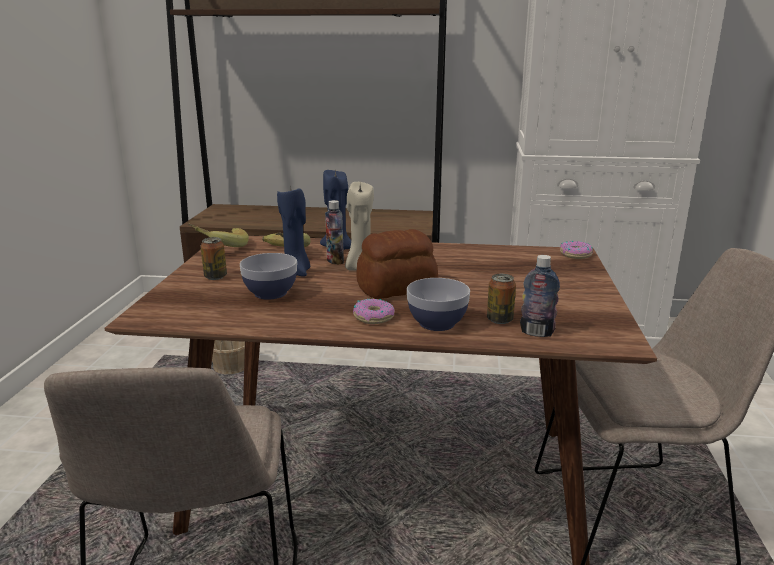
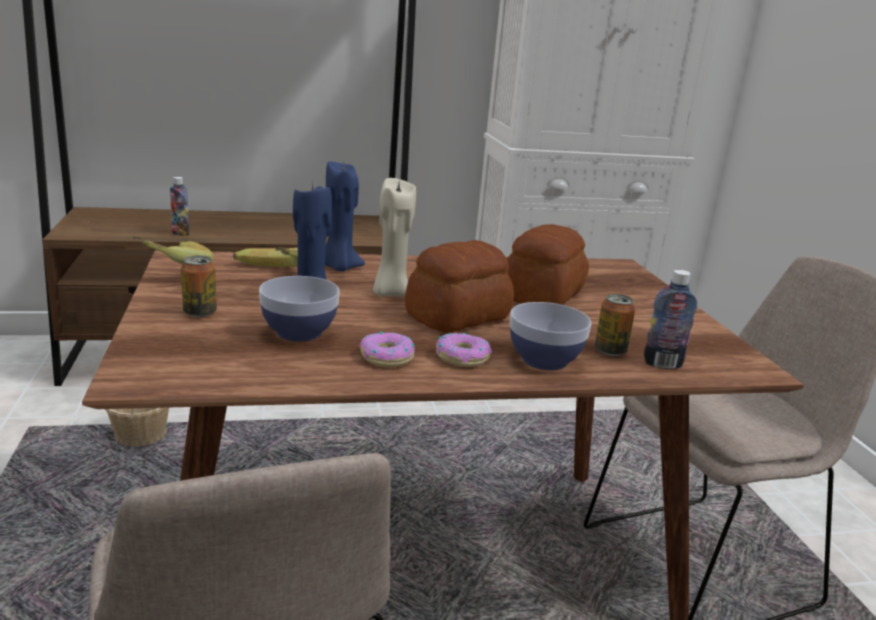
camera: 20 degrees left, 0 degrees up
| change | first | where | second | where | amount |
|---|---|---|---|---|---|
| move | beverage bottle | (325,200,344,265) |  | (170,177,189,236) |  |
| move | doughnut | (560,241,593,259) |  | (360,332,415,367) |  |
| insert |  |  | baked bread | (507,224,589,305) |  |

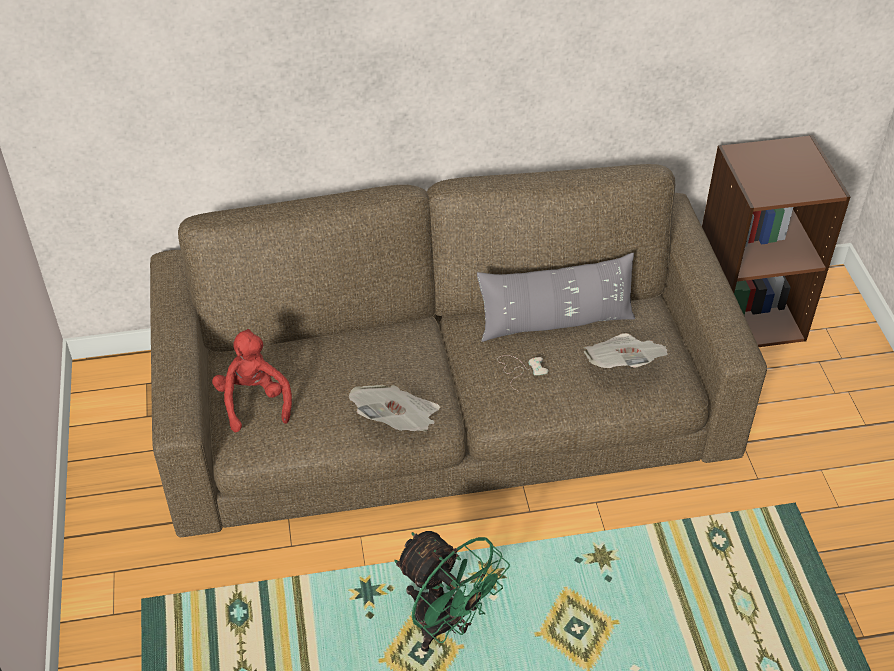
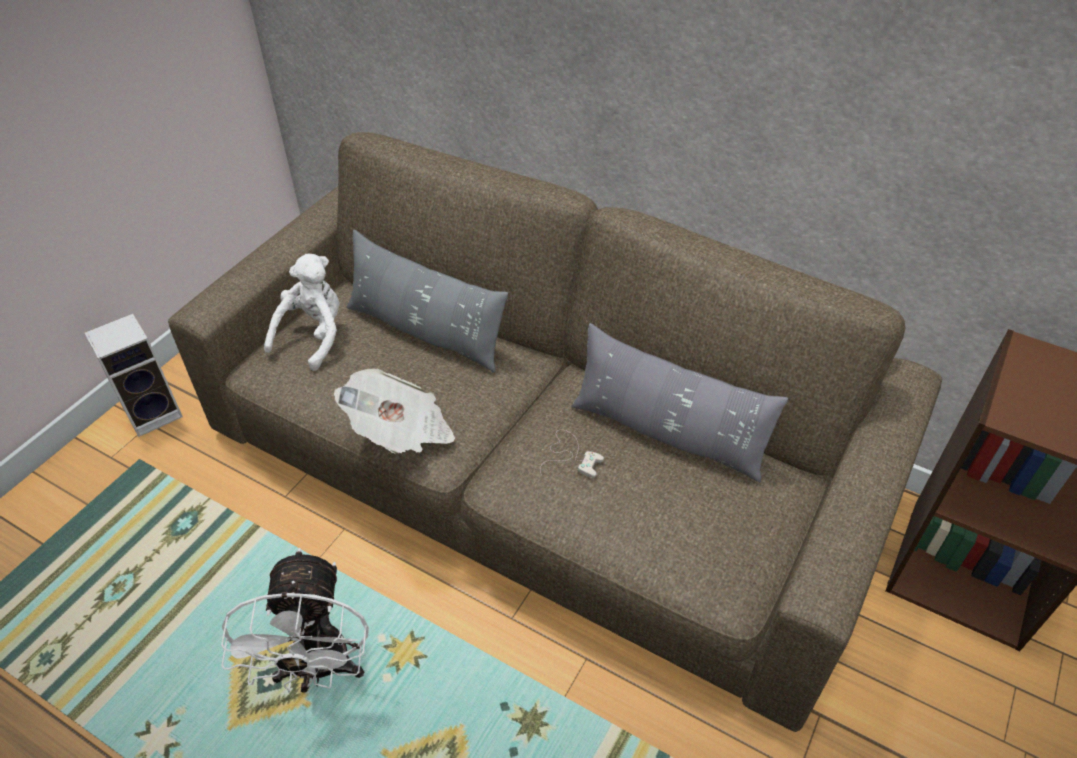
camera: 40 degrees right, 0 degrees up
| change | first | where | second | where | amount |
|---|---|---|---|---|---|
| recolor | red cuddly toy | (212,329,292,432) | white cuddly toy | (264,254,340,371) |  |
| recolor | green-coloured fan | (395,531,510,652) | white fan | (221,548,369,692) |  |
| delete | printed paper | (584,333,668,368) |  |  |  |
| insert |  |  | audio speaker | (85,314,183,437) |  |
| insert |  |  | grey throw pillow | (347,229,508,373) |  |

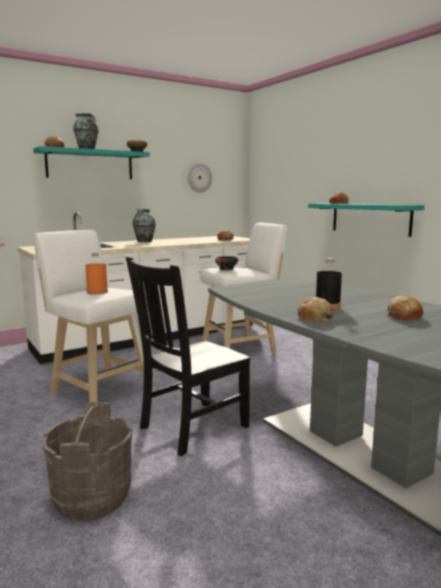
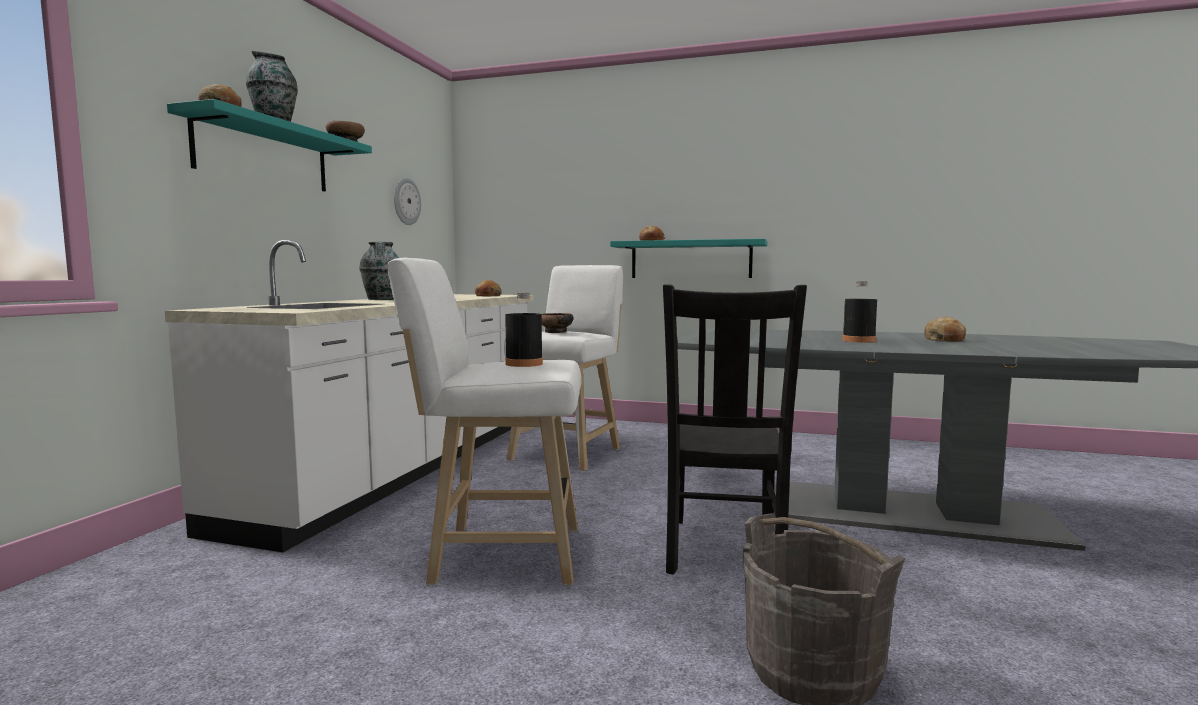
camera: 40 degrees left, 5 degrees down
| change | first | where | second | where | amount |
|---|---|---|---|---|---|
| recolor | orangey beverage bottle | (85,253,108,294) | black beverage bottle | (505,292,543,367) |  |
| delete | baked bread | (297,297,334,322) |  |  |  |

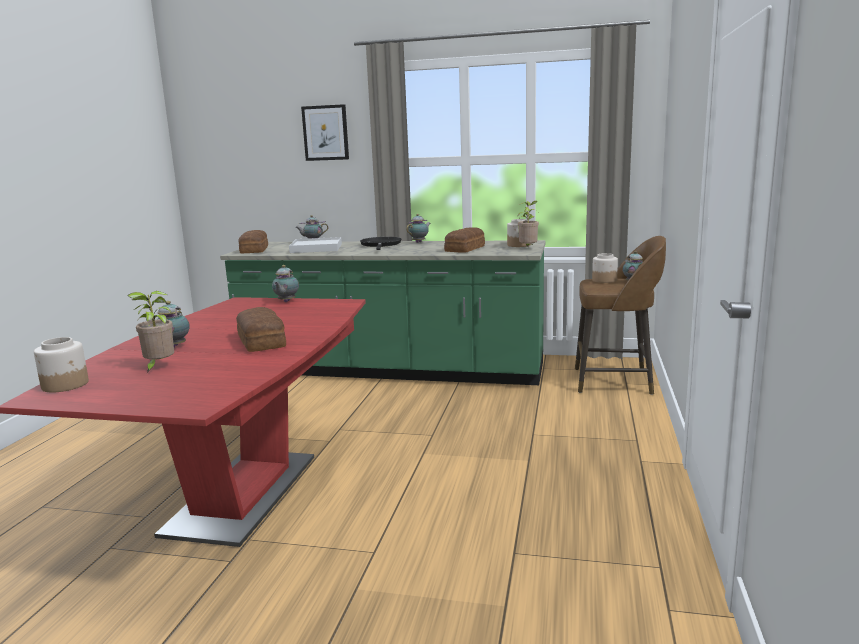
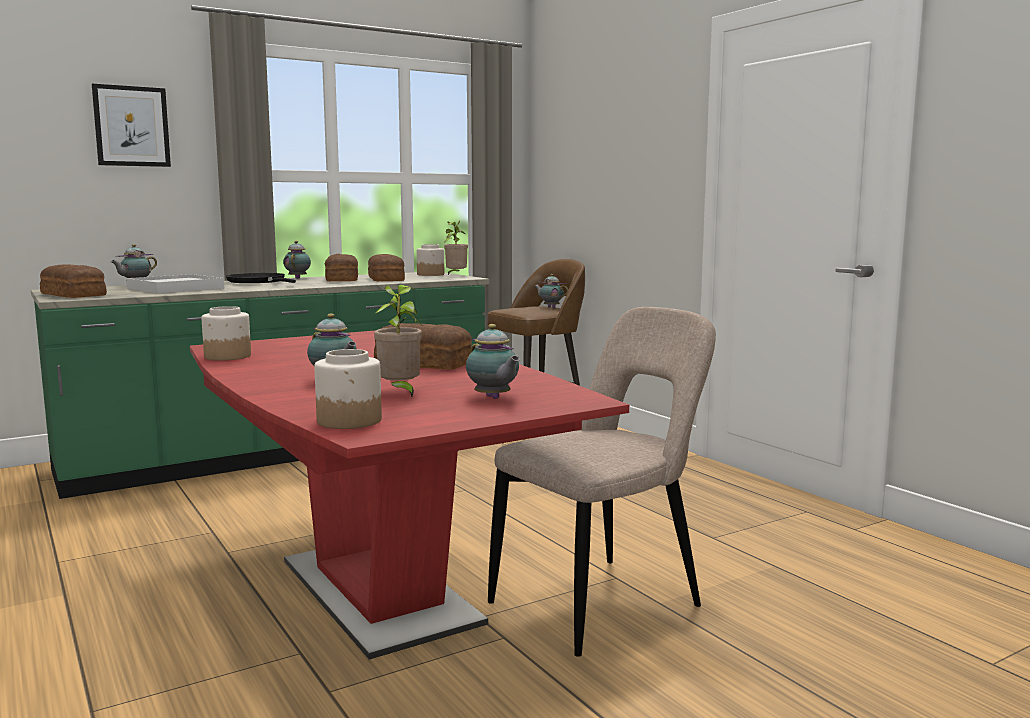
camera: 45 degrees left, 5 degrees down
| change | first | where | second | where | amount |
|---|---|---|---|---|---|
| move | pot for tea | (272,265,299,302) |  | (466,324,520,399) |  |
| move | storage jar | (592,253,618,283) |  | (202,306,251,361) |  |
| insert |  |  | baked bread | (325,254,358,281) |  |
| insert |  |  | sand-coloured upright chair | (488,307,716,657) |  |

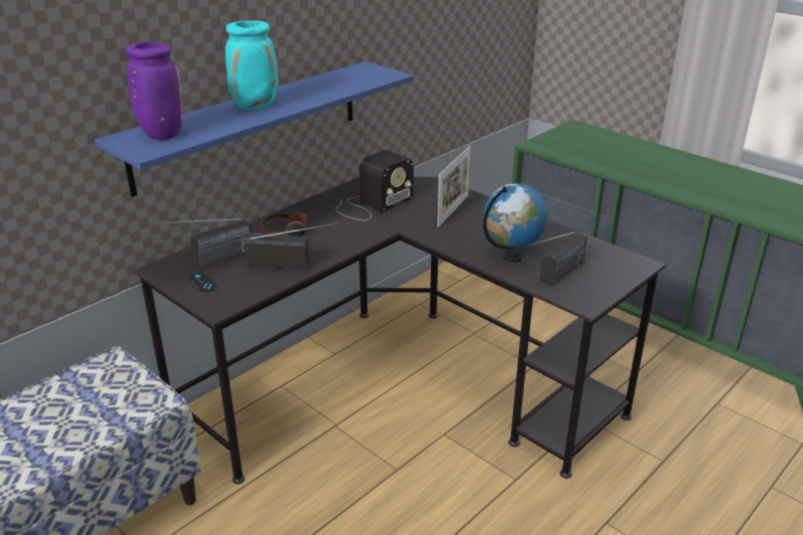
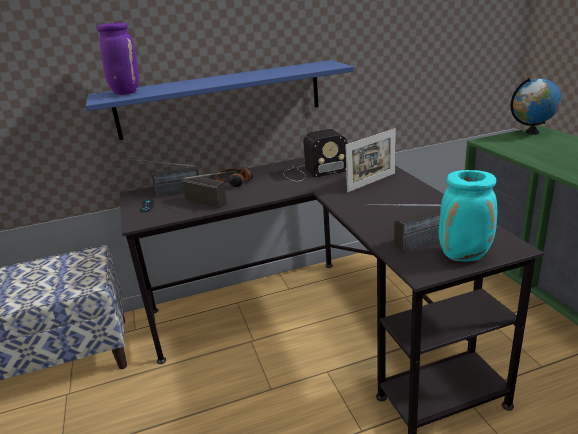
camera: 30 degrees right, 5 degrees down
| change | first | where | second | where | amount |
|---|---|---|---|---|---|
| move | blue-green vase | (225,21,278,110) |  | (439,170,497,261) |  |
| move | world globe | (483,183,548,262) |  | (510,78,561,135) |  |

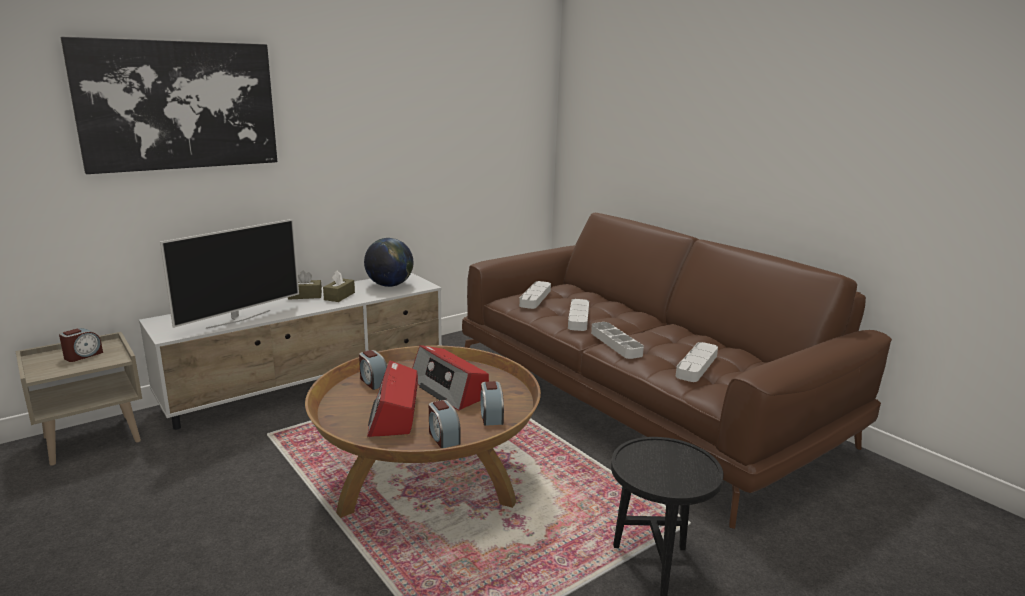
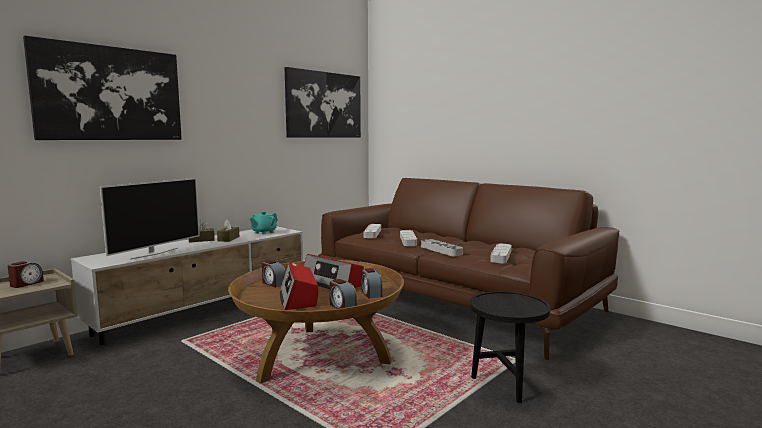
camera: 10 degrees left, 10 degrees down
| change | first | where | second | where | amount |
|---|---|---|---|---|---|
| replace | world globe | (364,238,413,287) | blue-green pot for tea | (250,211,278,234) |  |
| insert |  |  | picture | (285,67,361,138) |  |

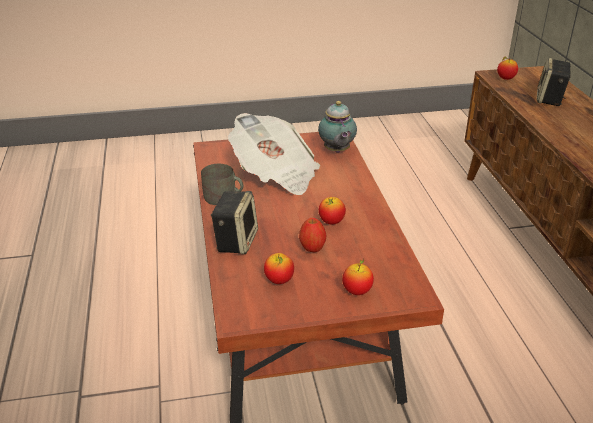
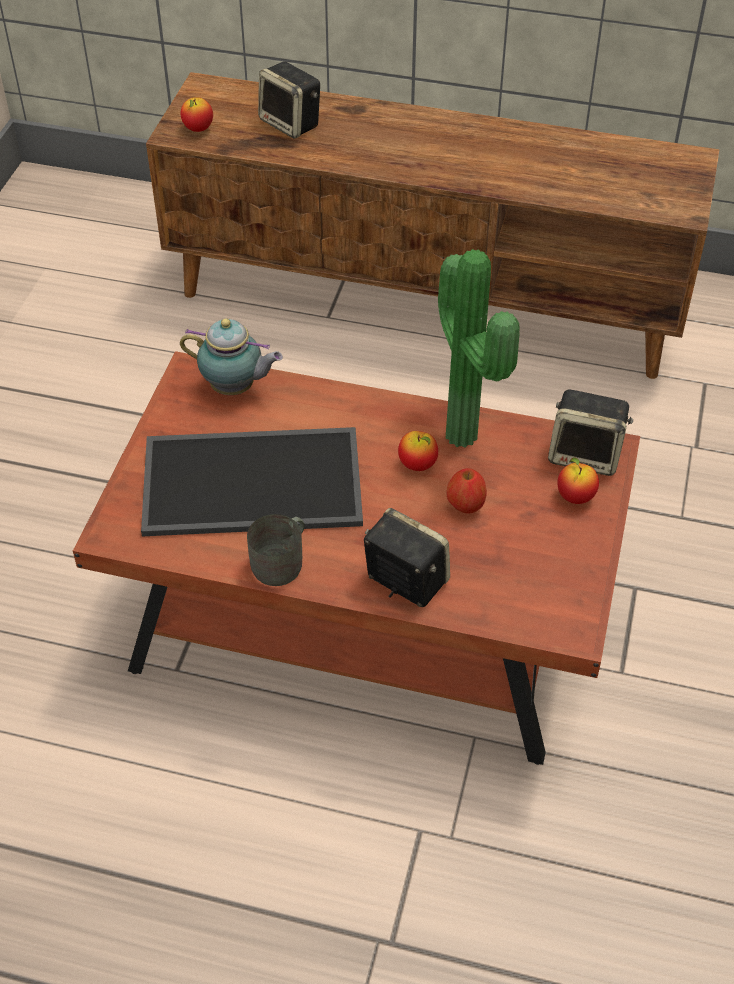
camera: 65 degrees left, 15 degrees up
| change | first | where | second | where | amount |
|---|---|---|---|---|---|
| replace | printed paper | (228,113,320,195) | carrying tray | (141,427,363,536) |  |
| delete | whole apple | (264,253,294,284) |  |  |  |
| insert |  |  | plant in a pot | (438,249,519,448) |  |
| insert |  |  | audio speaker | (548,390,633,476) |  |

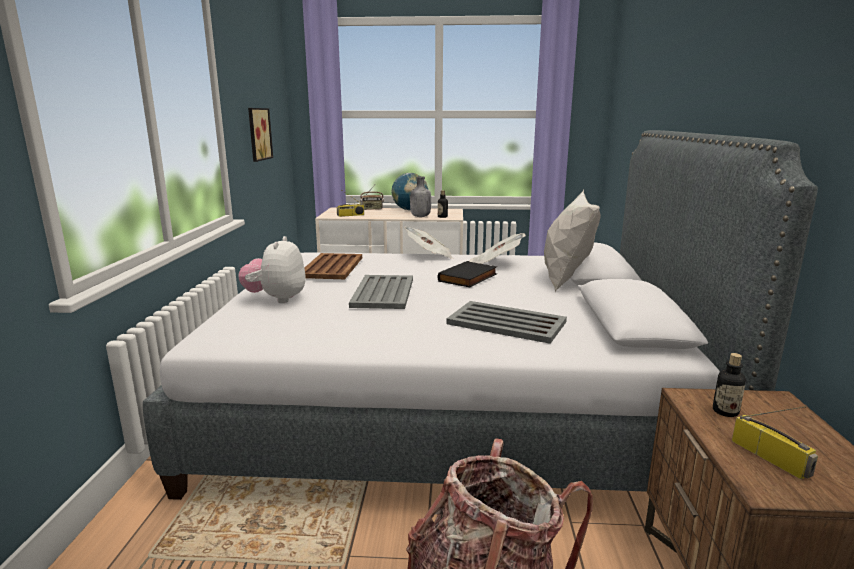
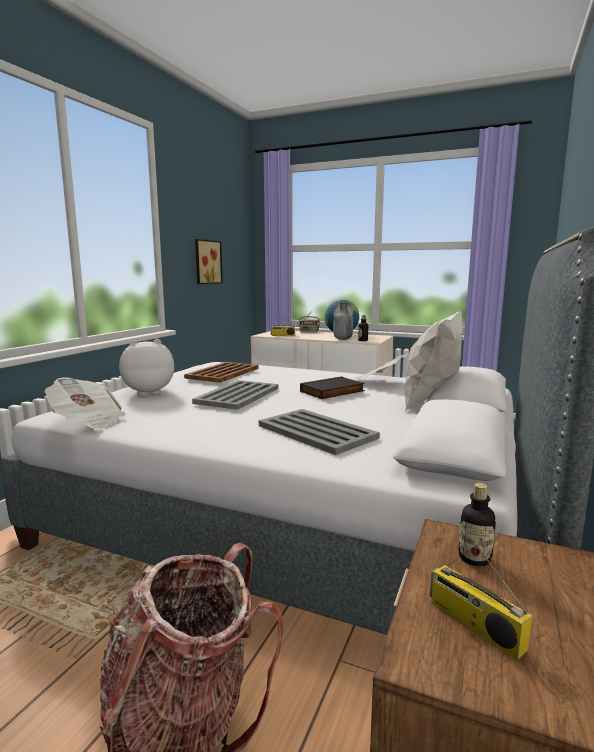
camera: 20 degrees right, 5 degrees down
| change | first | where | second | where | amount |
|---|---|---|---|---|---|
| rotate | cuddly toy | (238,236,306,303) |  | (119,339,174,396) | 45 degrees clockwise |
| move | printed paper | (404,227,453,259) |  | (44,377,125,430) |  |
| rotate | radio receiver | (732,406,818,479) |  | (430,522,532,660) | 150 degrees clockwise |

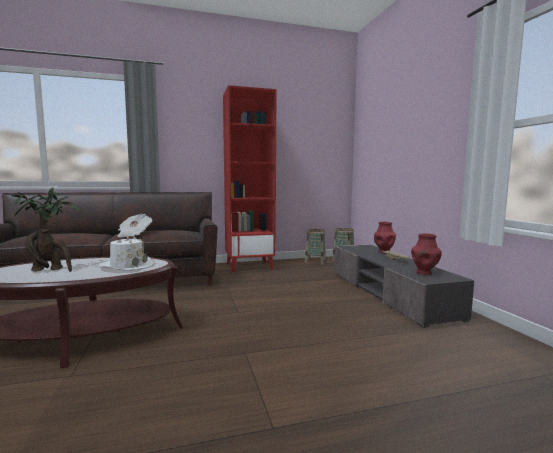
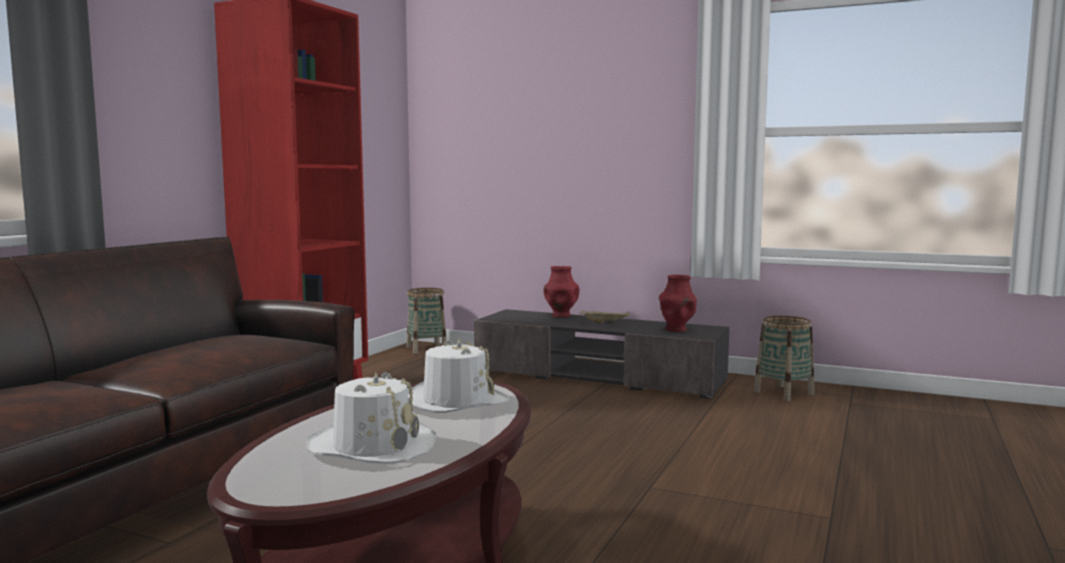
camera: 50 degrees left, 0 degrees up
| change | first | where | second | where | amount |
|---|---|---|---|---|---|
| replace | plant in a pot | (11,188,80,272) | white clothing hat | (306,372,437,464) |  |
| delete | printed paper | (118,214,152,237) |  |  |  |
| move | basket | (305,229,326,264) |  | (754,316,814,401) |  |

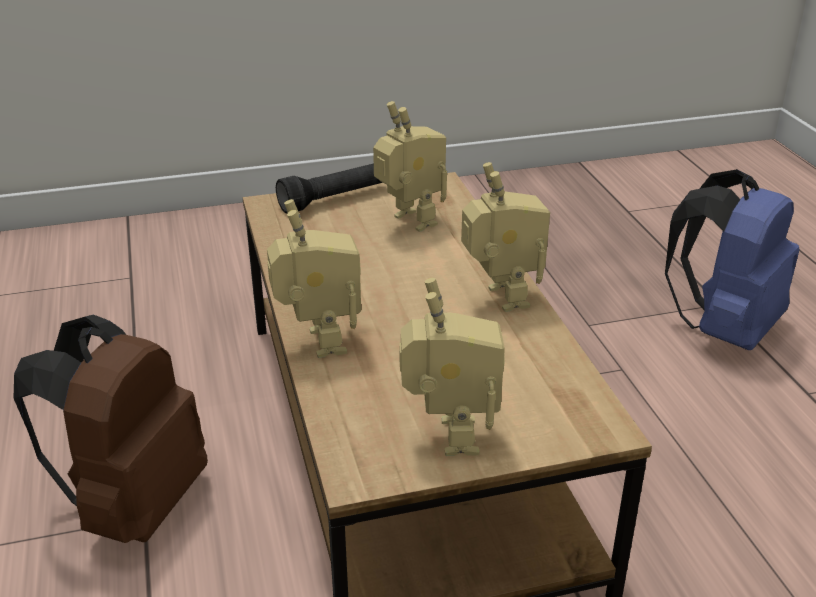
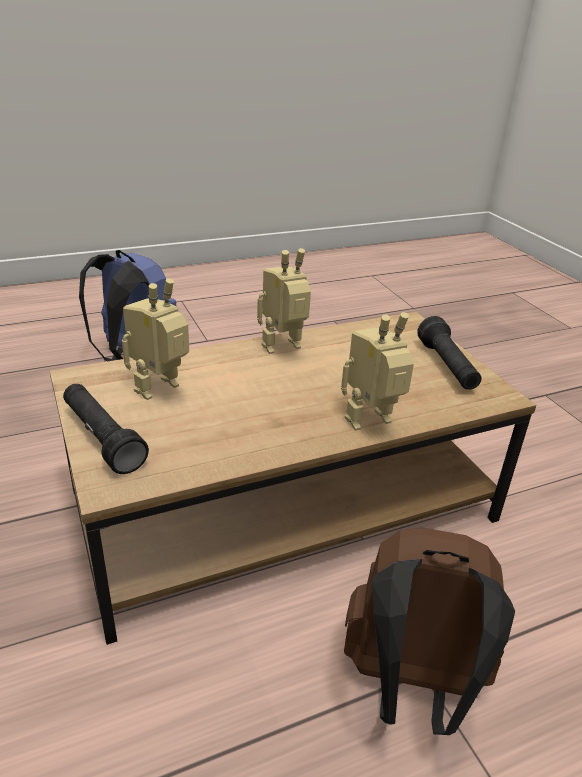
camera: 100 degrees left, 0 degrees up
| change | first | where | second | where | amount |
|---|---|---|---|---|---|
| replace | robot figure | (400,278,505,456) | black torch | (417,316,482,390) |  |

